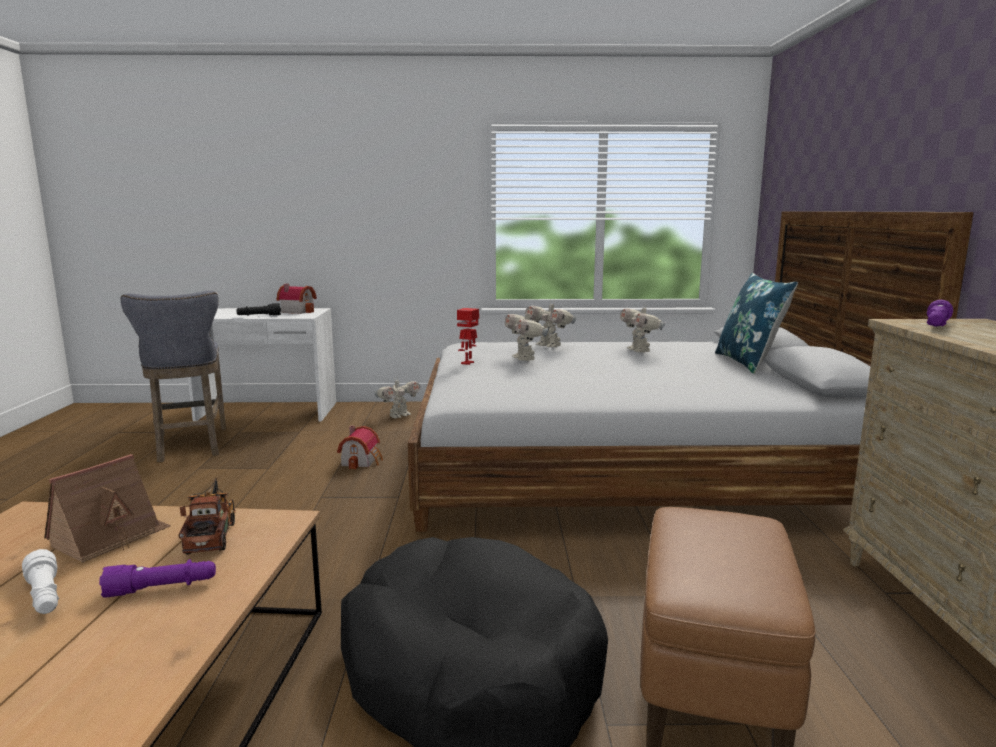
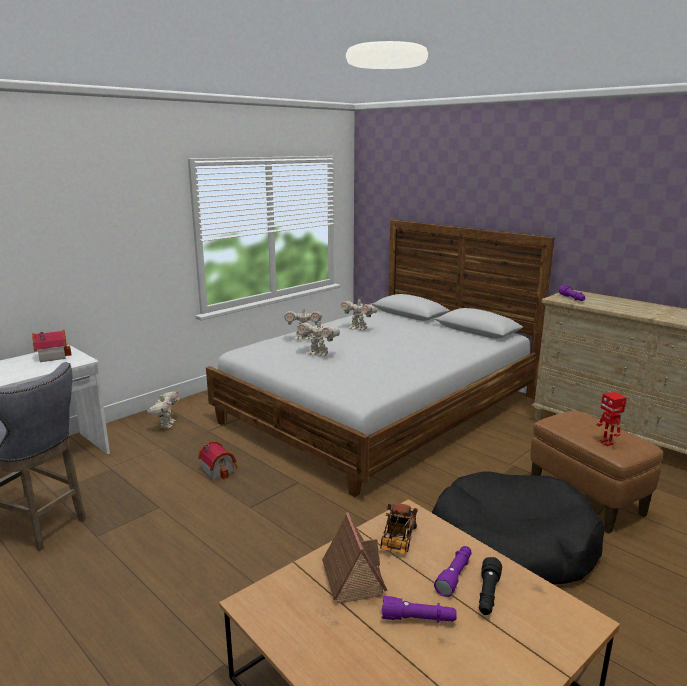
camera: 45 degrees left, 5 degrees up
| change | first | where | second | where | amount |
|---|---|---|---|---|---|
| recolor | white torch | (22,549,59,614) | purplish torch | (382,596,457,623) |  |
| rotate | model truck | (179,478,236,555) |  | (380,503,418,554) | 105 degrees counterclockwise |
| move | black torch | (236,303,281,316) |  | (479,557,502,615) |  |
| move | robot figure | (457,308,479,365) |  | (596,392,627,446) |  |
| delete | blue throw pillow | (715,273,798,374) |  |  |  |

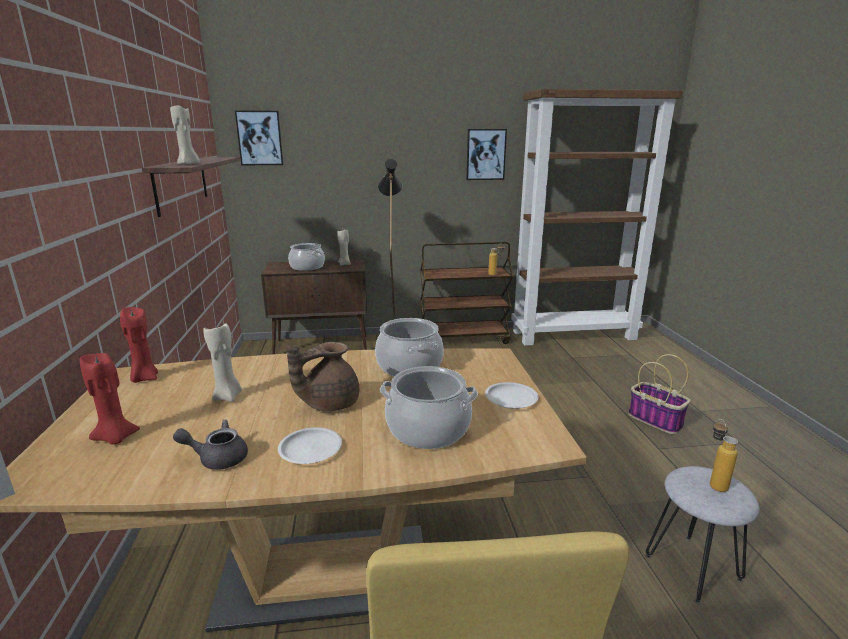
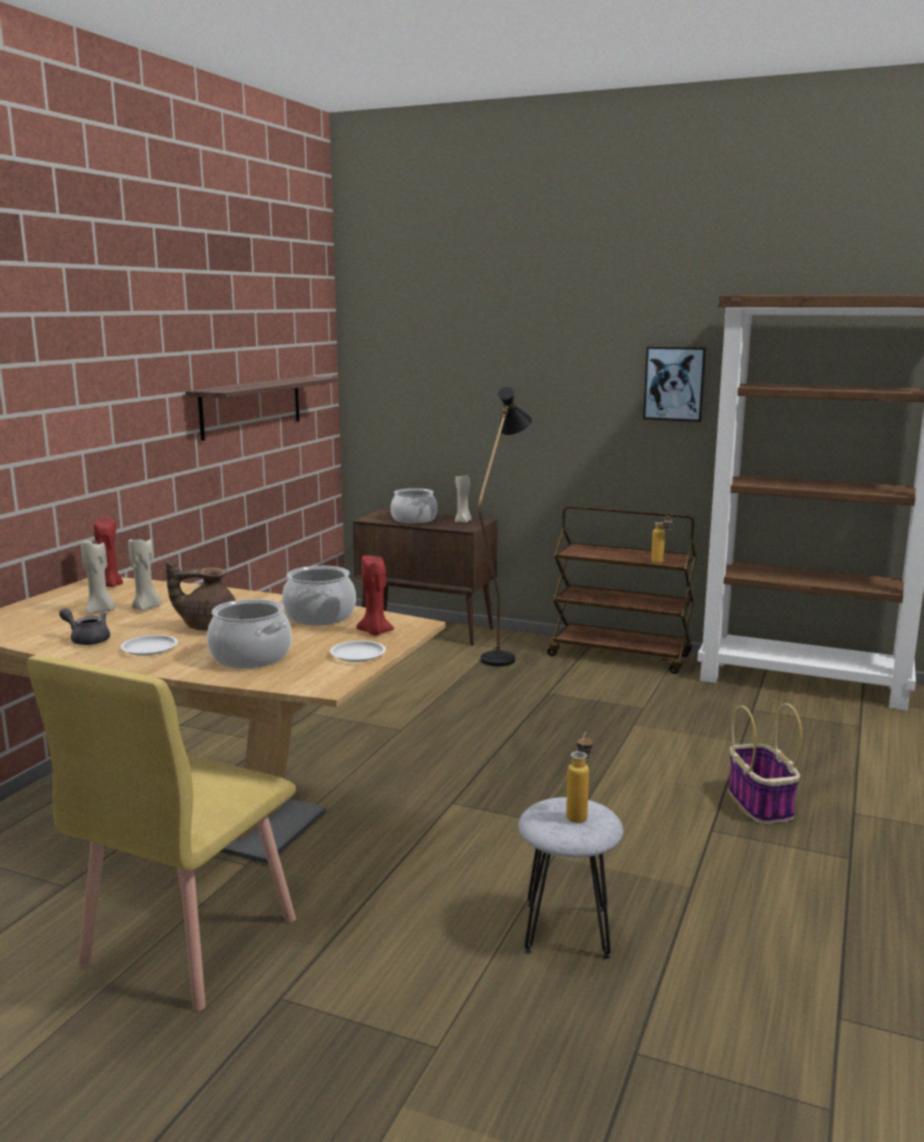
camera: 30 degrees right, 5 degrees down
| change | first | where | second | where | amount |
|---|---|---|---|---|---|
| move | red wax light | (80,353,140,444) |  | (356,555,394,635) |  |
| move | sand-coloured wax light | (170,106,200,165) |  | (81,538,116,614) |  |
| delete | picture | (235,110,283,165) |  |  |  |

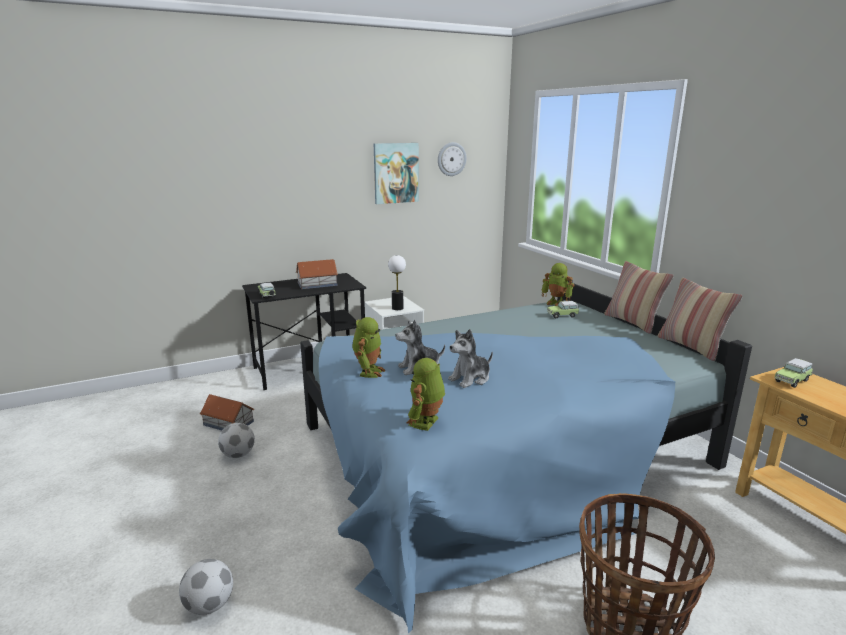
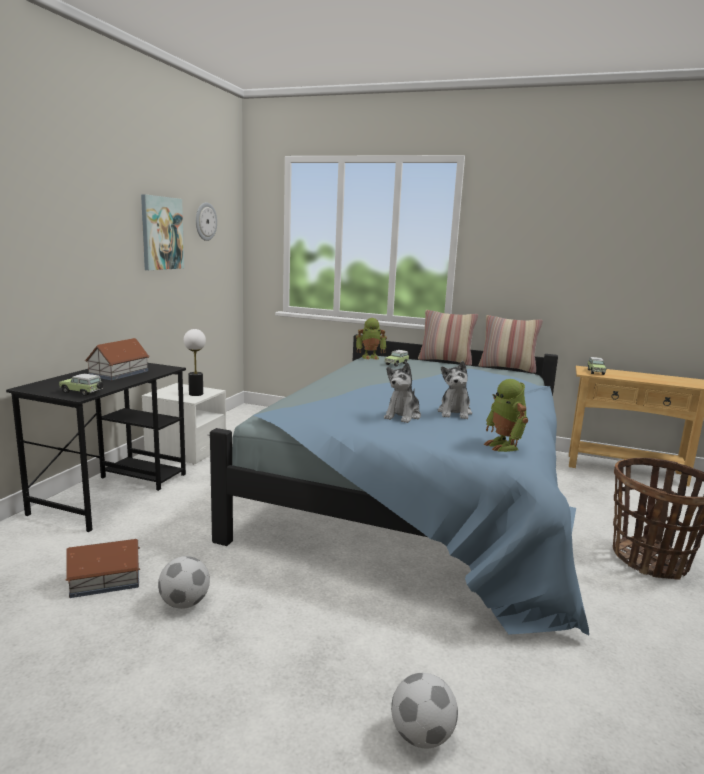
camera: 45 degrees left, 5 degrees down
| change | first | where | second | where | amount |
|---|---|---|---|---|---|
| delete | robot figure | (352,317,386,378) |  |  |  |

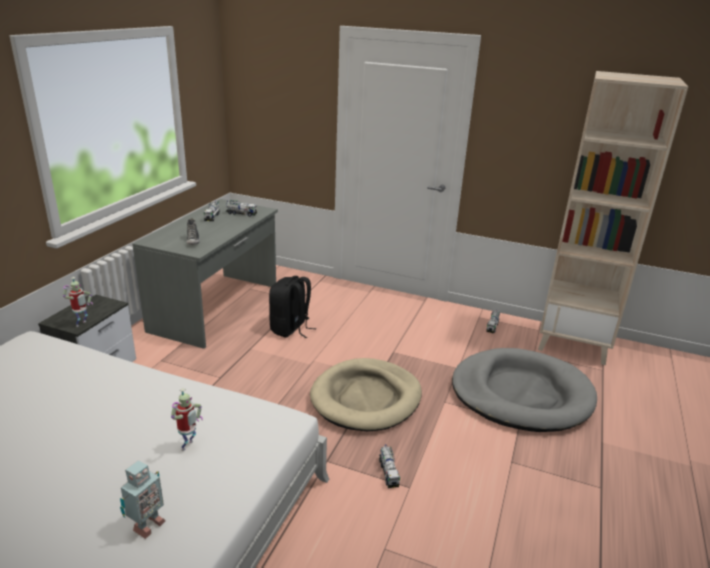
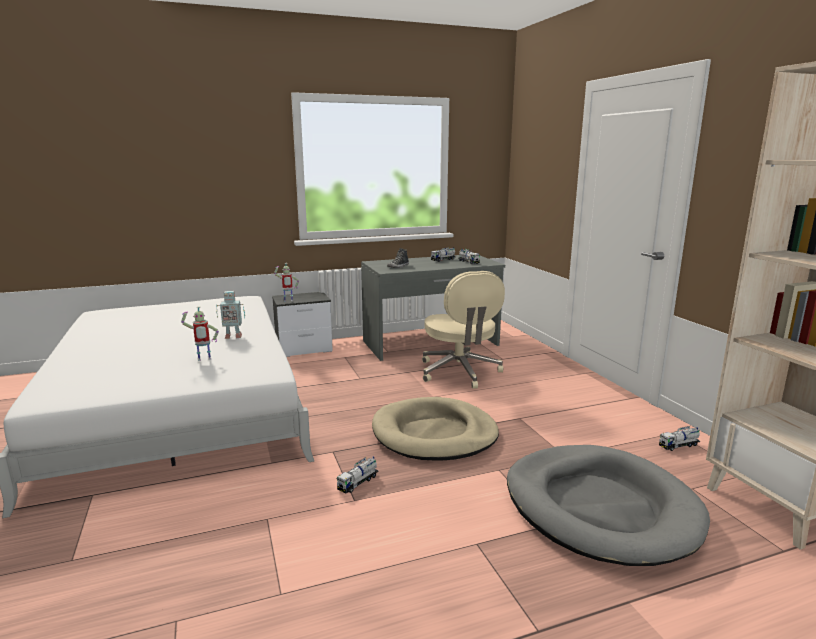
camera: 50 degrees right, 10 degrees down
| change | first | where | second | where | amount |
|---|---|---|---|---|---|
| move | robot figure | (120,460,165,539) |  | (216,291,245,339) |  |
| replace | black backpack | (269,276,316,338) | sand-coloured office chair | (422,271,505,389) |  |

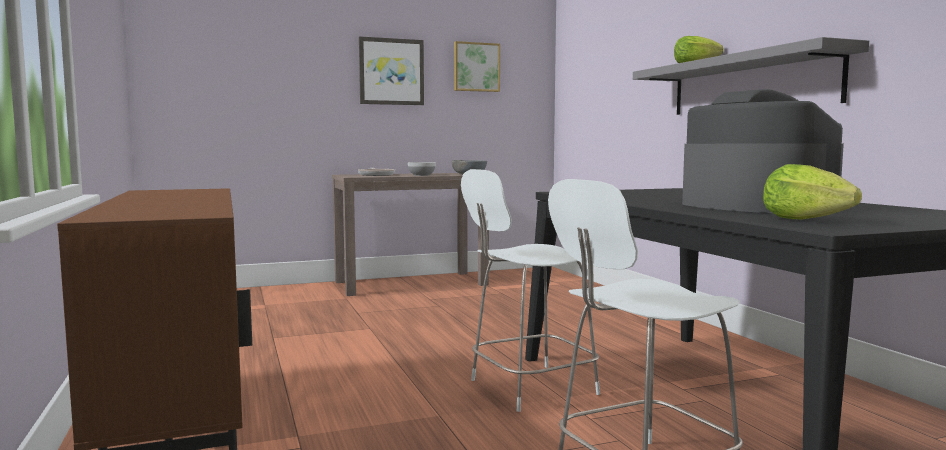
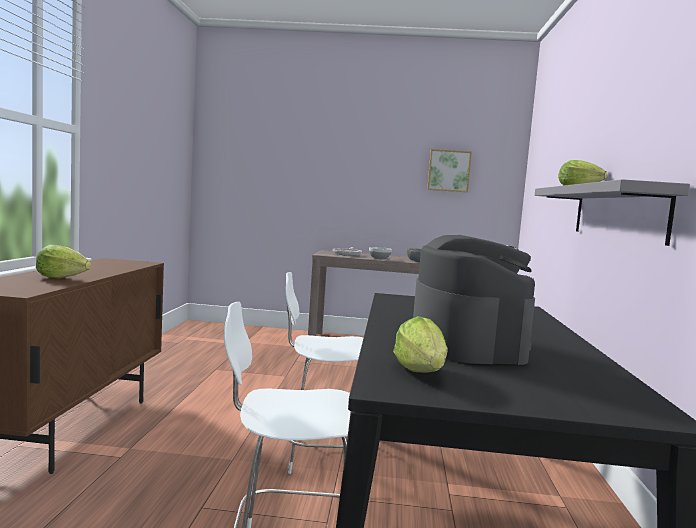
camera: 25 degrees right, 0 degrees up
| change | first | where | second | where | amount |
|---|---|---|---|---|---|
| delete | picture | (359,36,424,105) |  |  |  |
| insert |  |  | lettuce | (36,245,91,278) |  |

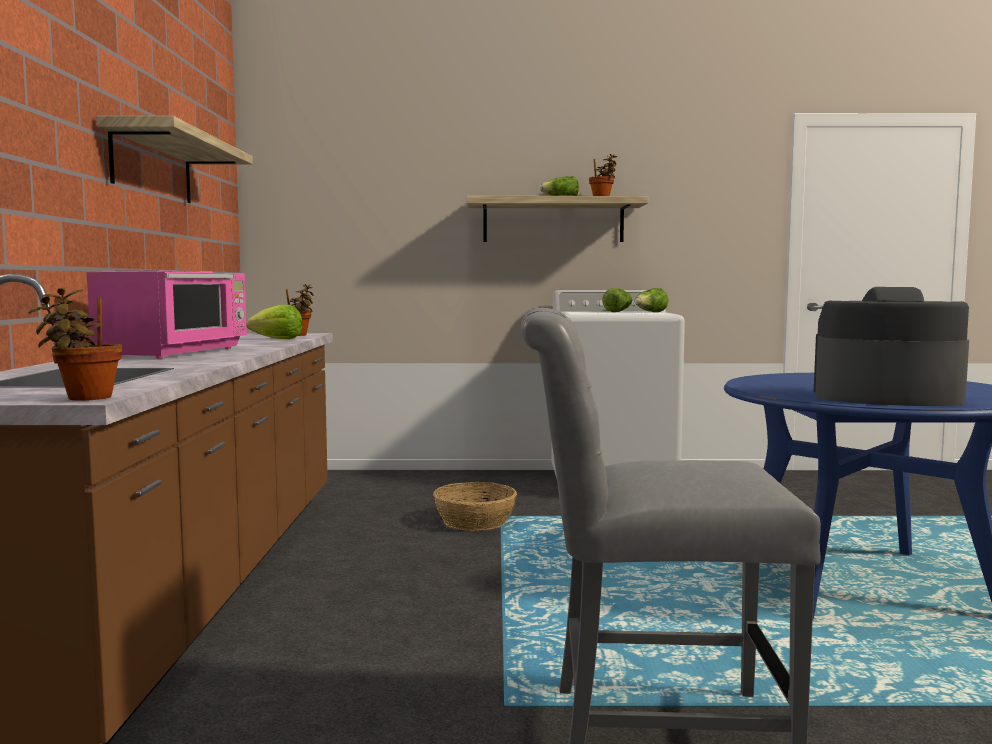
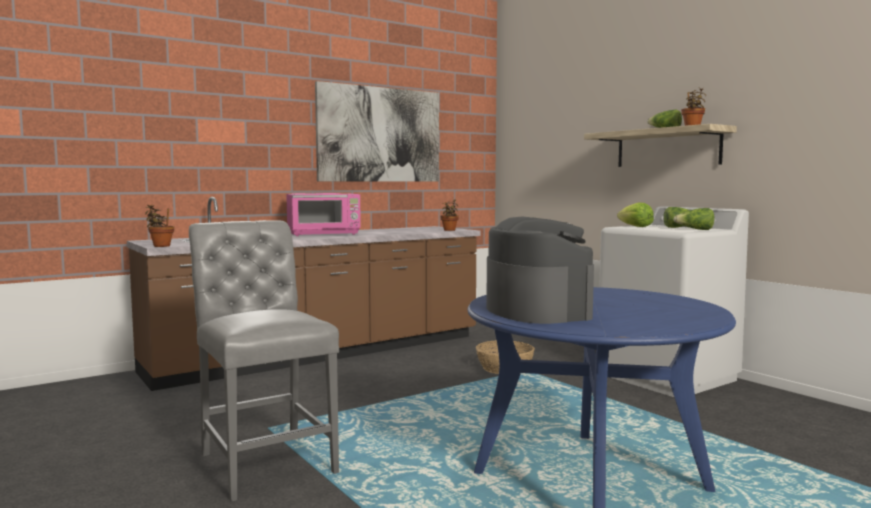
camera: 55 degrees right, 0 degrees up
| change | first | where | second | where | amount |
|---|---|---|---|---|---|
| replace | wall shelf | (96,116,253,203) | picture | (315,81,439,182) |  |
| move | lettuce | (246,305,303,339) |  | (617,203,654,227) |  |

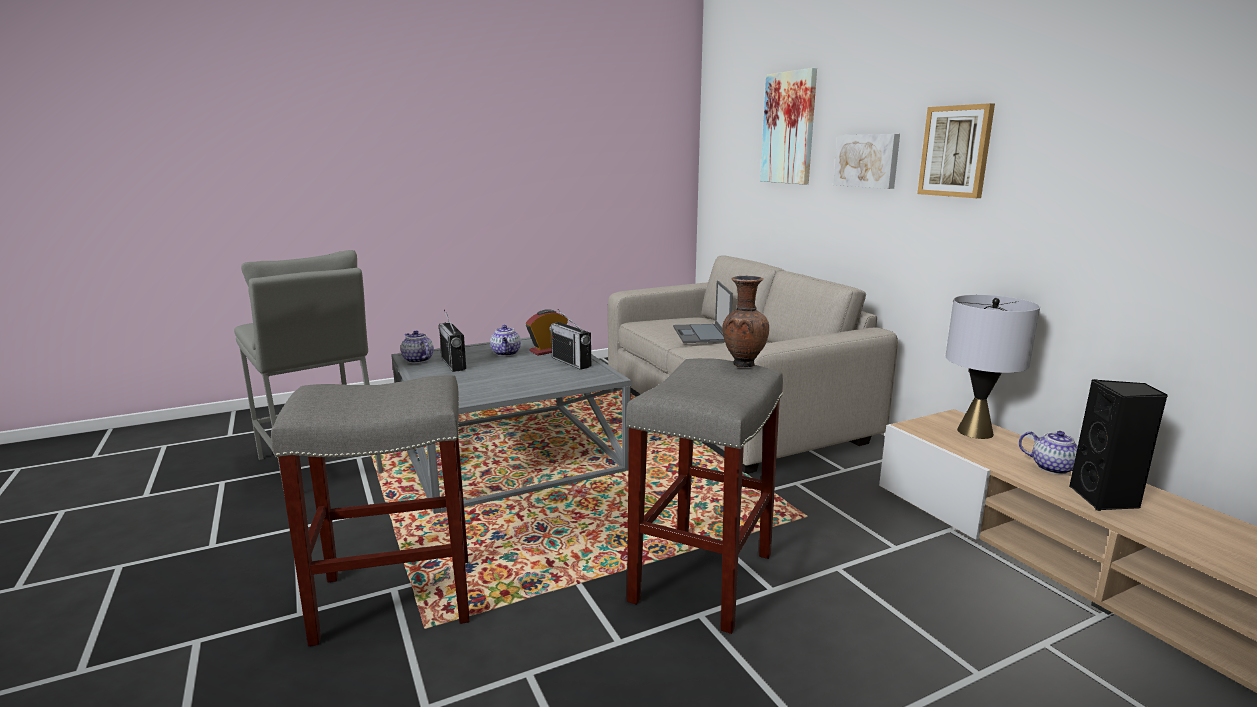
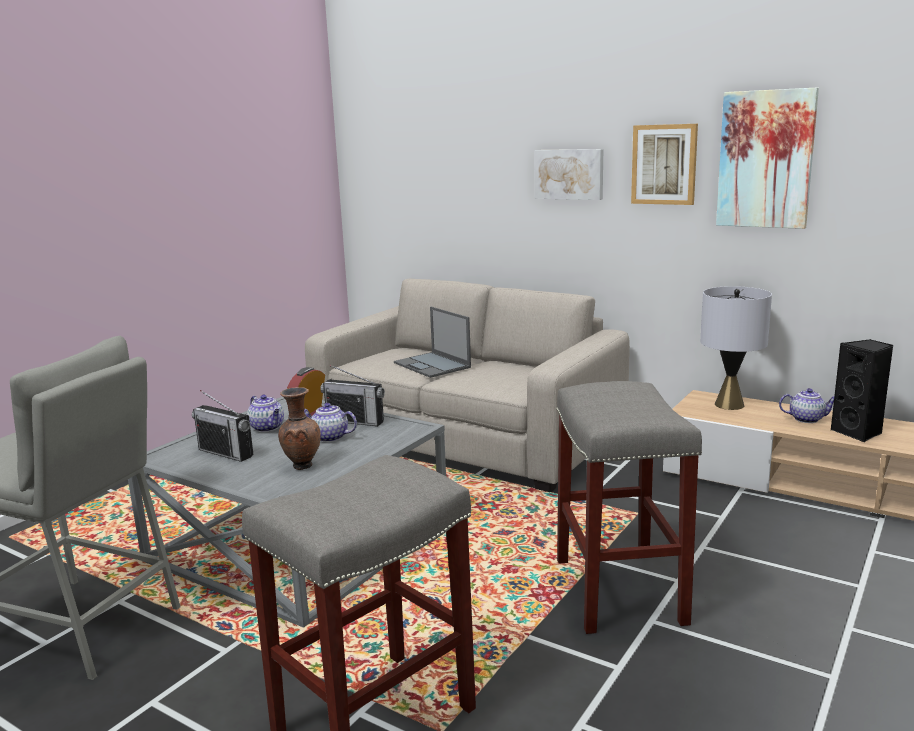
camera: 30 degrees left, 0 degrees up
| change | first | where | second | where | amount |
|---|---|---|---|---|---|
| move | pot for tea | (401,331,434,363) |  | (304,403,357,442) |  |
| move | brown vase | (722,275,769,367) |  | (278,387,321,470) |  |
| move | picture | (760,68,817,184) |  | (716,87,819,229) |  |

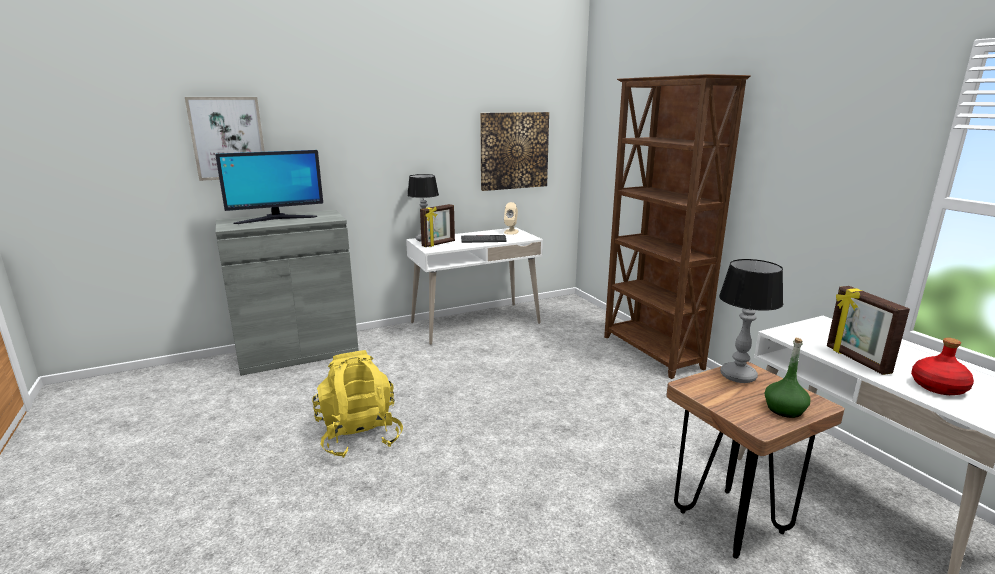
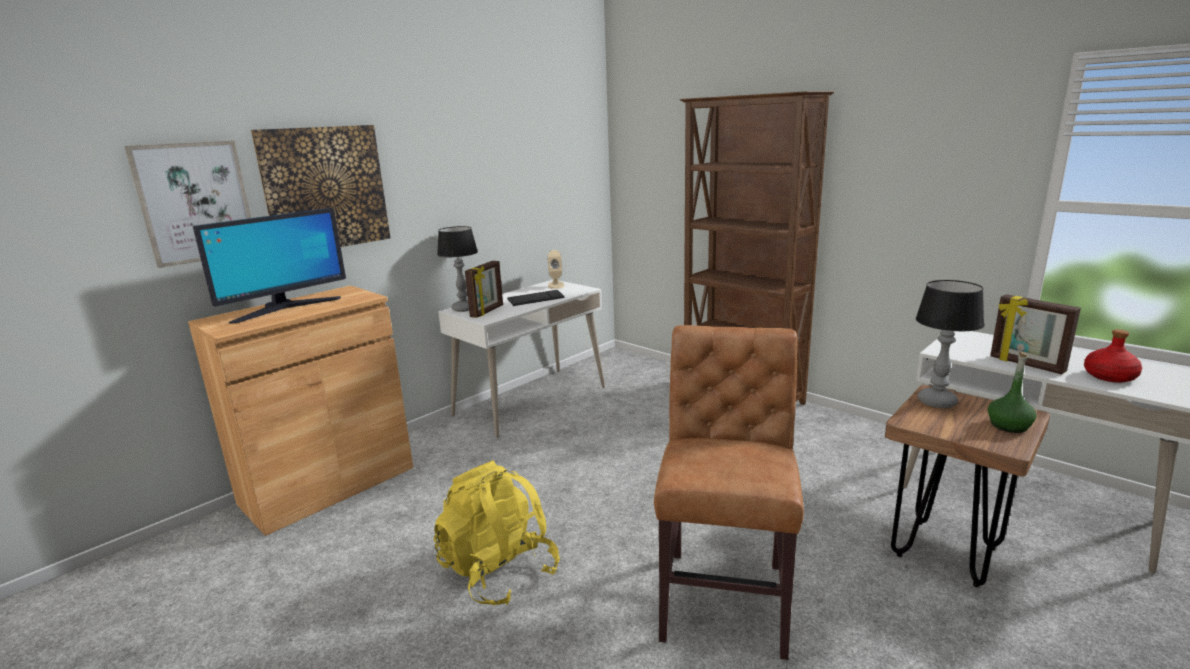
camera: 20 degrees left, 0 degrees up
| change | first | where | second | where | amount |
|---|---|---|---|---|---|
| recolor | grey cabinet | (216,210,359,376) | brown cabinet | (188,285,413,536) |  |
| move | picture | (480,112,549,191) |  | (251,125,390,247) |  |
| insert |  |  | brown upright chair | (654,325,804,660) |  |

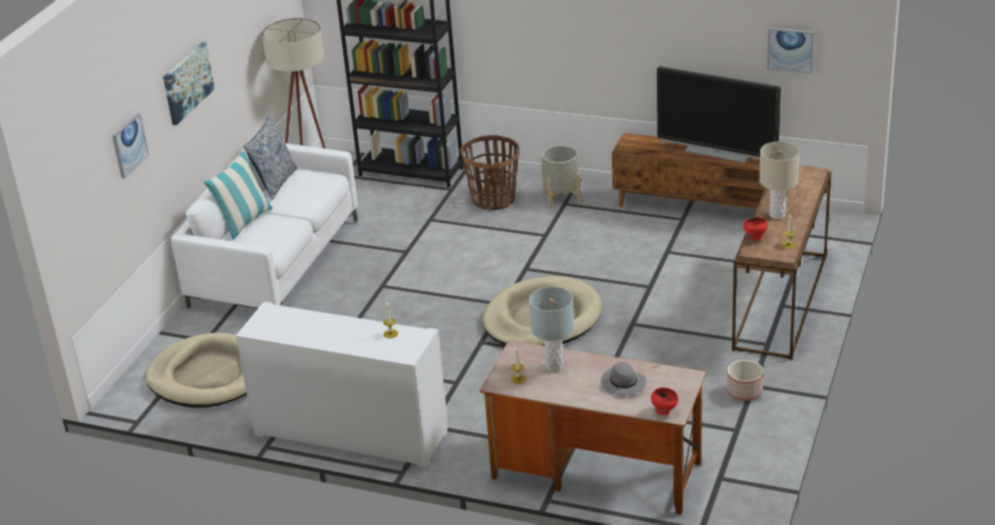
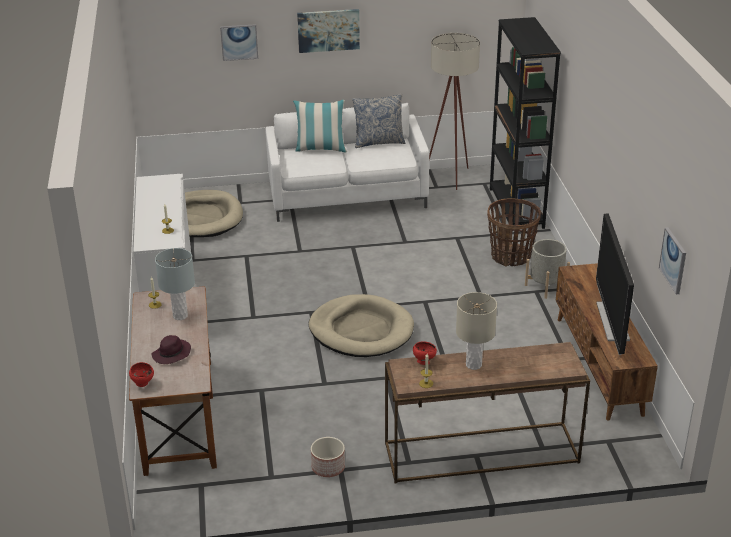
camera: 60 degrees right, 0 degrees up
| change | first | where | second | where | amount |
|---|---|---|---|---|---|
| recolor | grey clothing hat | (601,362,646,396) | purplish clothing hat | (152,335,191,364) |  |

